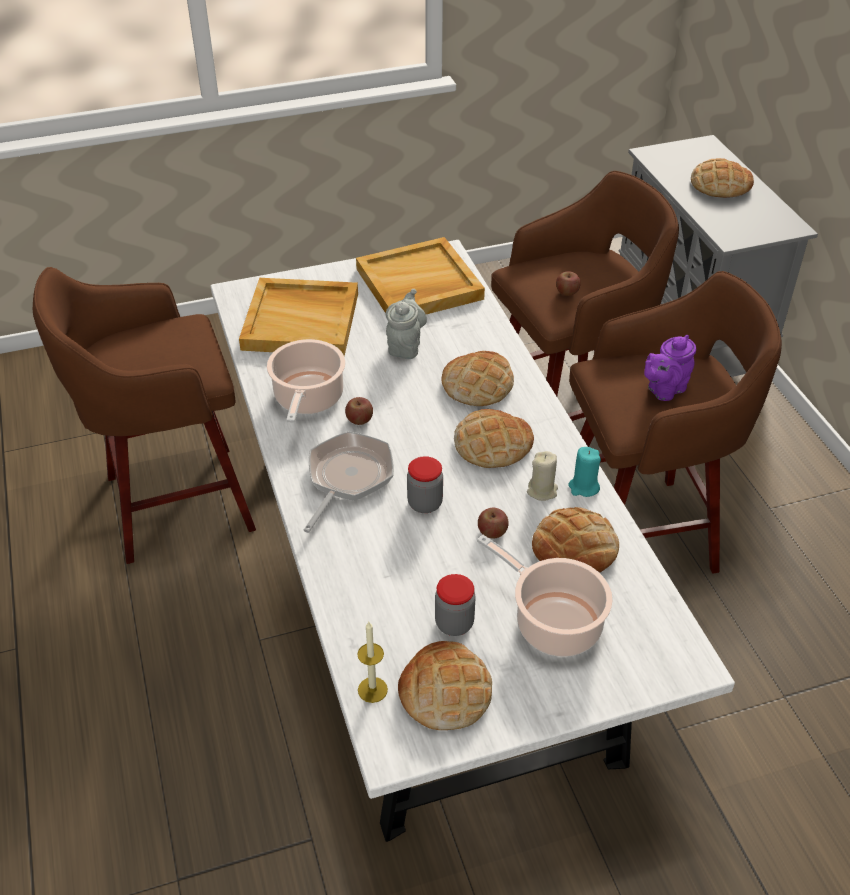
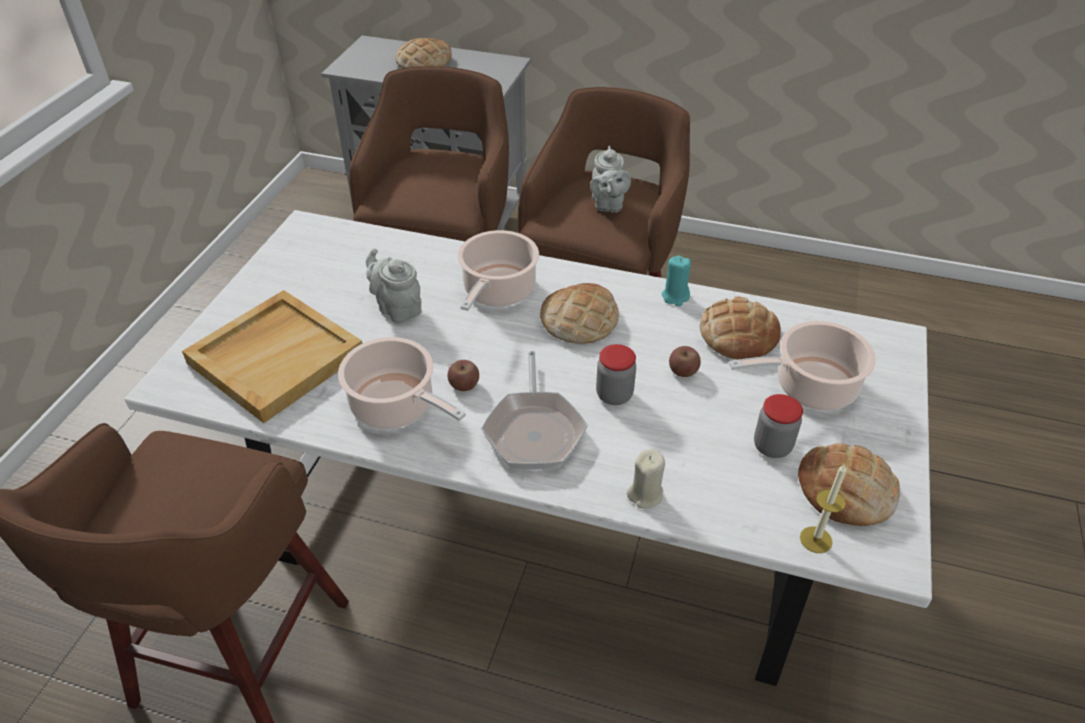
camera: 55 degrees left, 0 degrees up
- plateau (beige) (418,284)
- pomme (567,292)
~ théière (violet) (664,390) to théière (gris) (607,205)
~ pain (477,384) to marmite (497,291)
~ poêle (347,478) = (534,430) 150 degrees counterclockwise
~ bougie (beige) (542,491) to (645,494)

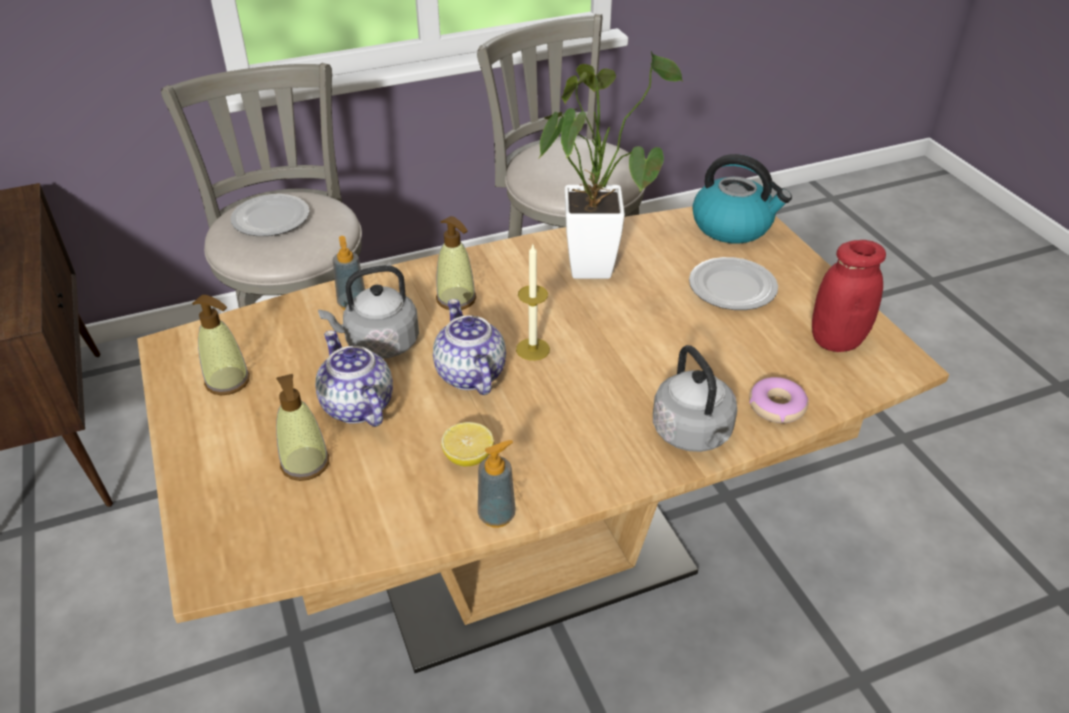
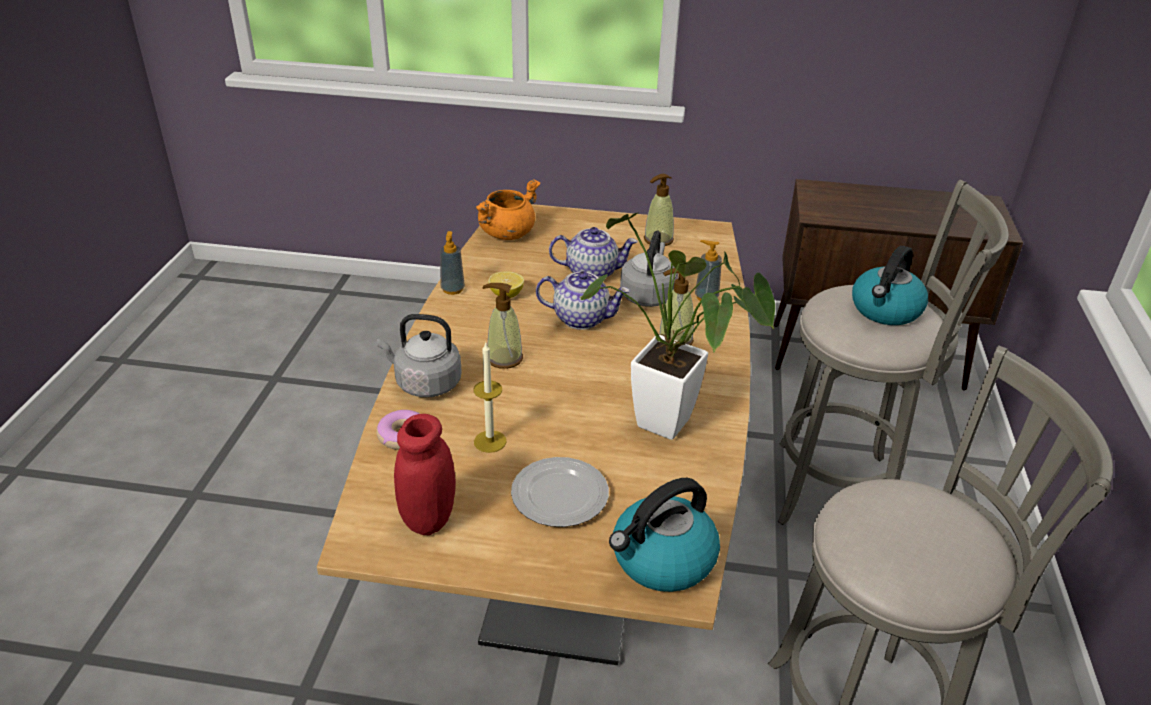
camera: 120 degrees right, 5 degrees down
~ assiette (270,219) to bouilloire (885,310)
~ bougie (533,349) to (490,441)
~ distributeur de savon (305,464) to (504,358)
+ marmite (orange) (507,233)

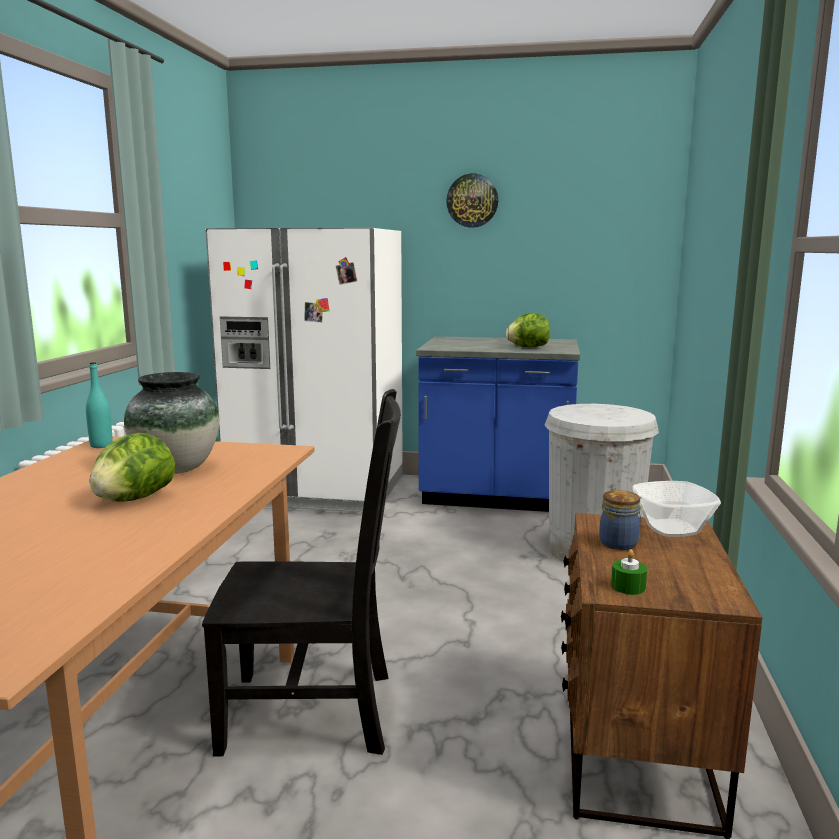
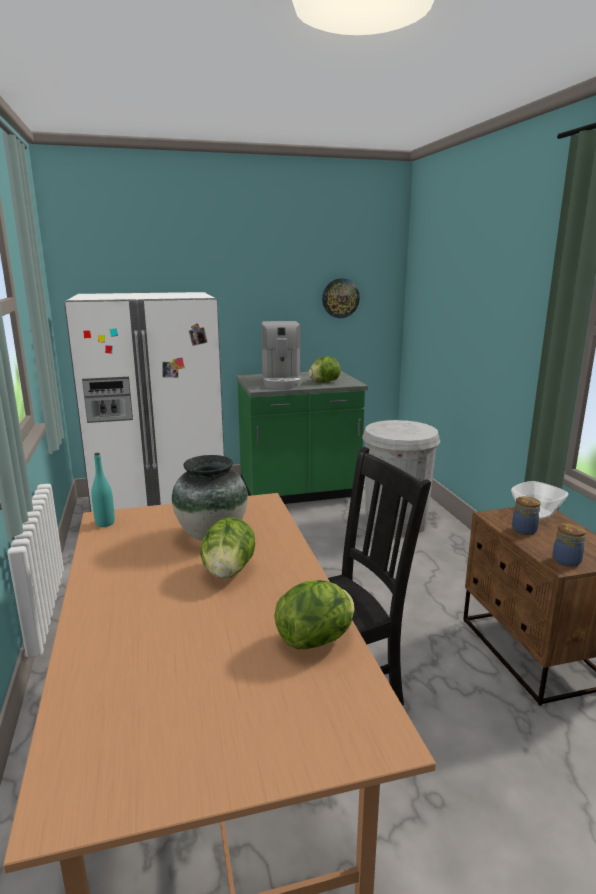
camera: 25 degrees left, 5 degrees up
~ horloge murale (472,200) to (340,298)
~ comptoir de cuisine (bleu) (496,498) to comptoir de cuisine (vert) (299,492)
~ bougie (vert) (628,587) to bocal (567,560)
+ machine à café (281,382)
+ laitue (316,639)

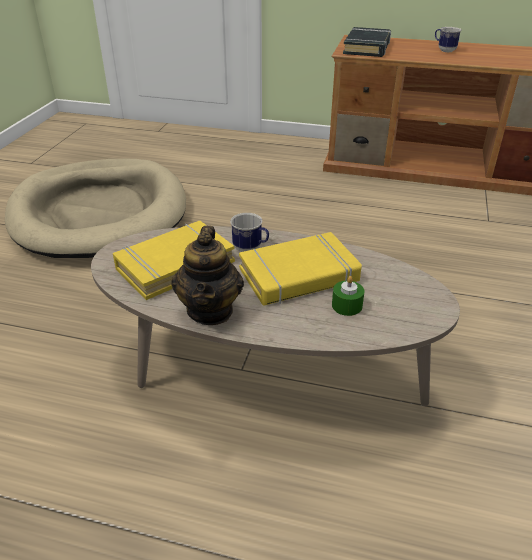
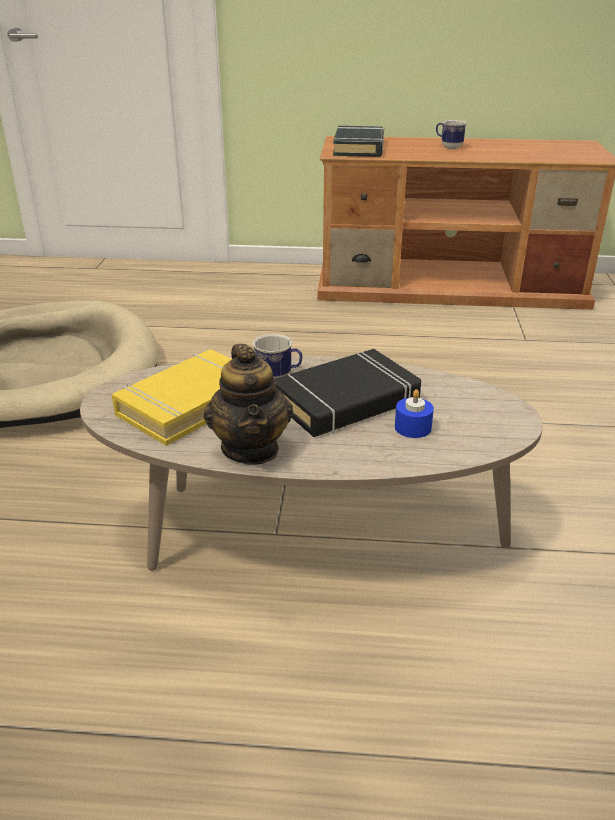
camera: 10 degrees left, 5 degrees down
~ livre (jaune) (299,275) to livre (noir) (346,401)
~ bougie (vert) (347,305) to bougie (bleu) (413,427)

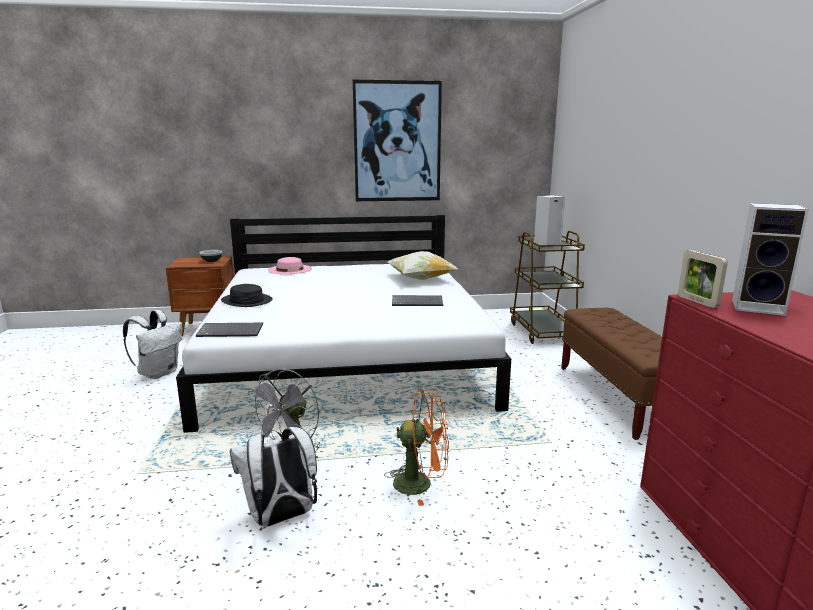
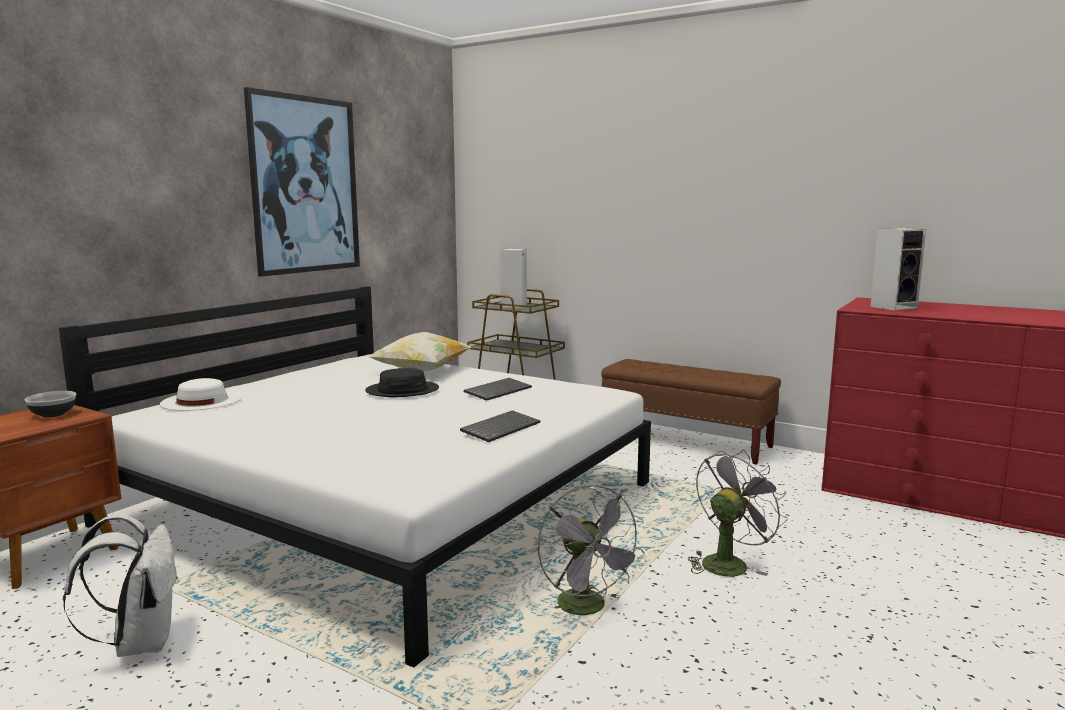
camera: 50 degrees left, 5 degrees down
- cadre photo (697,301)
~ chapeau (rose) (290,269) to chapeau (blanc) (202,400)
~ chapeau (noir) (246,301) to (402,391)
~ clavier (231,331) to (500,428)
~ ventilateur (orange) (421,484) to ventilateur (gris) (729,562)
- sac à dos (blanc) (281,518)

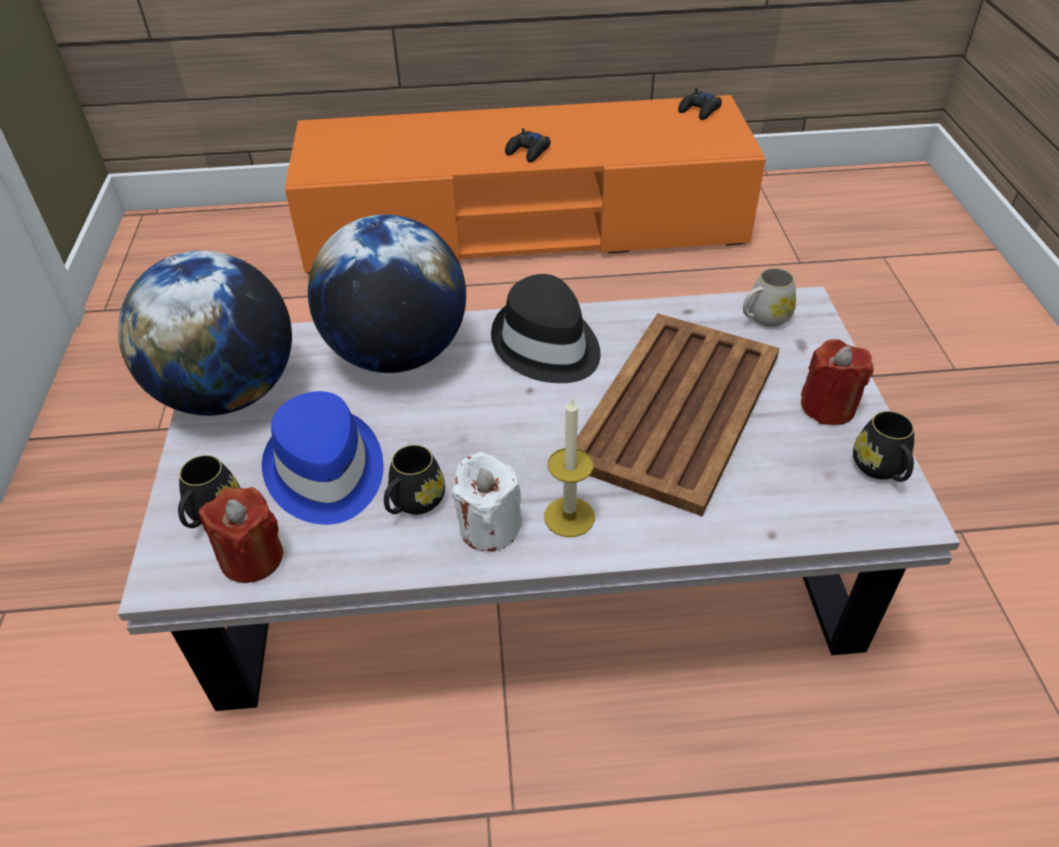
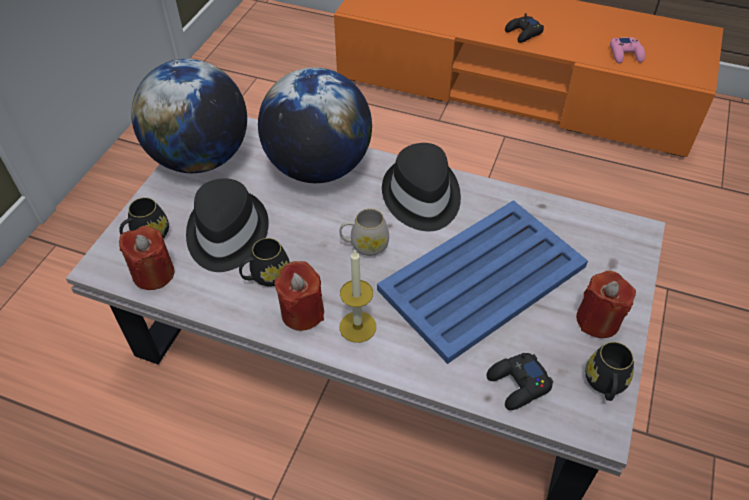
camera: 25 degrees right, 5 degrees up
~ manette (noir) (700,110) to (518,385)
~ mug (blanc) (763,318) to (364,245)
~ plateau (marron) (675,410) to plateau (bleu) (480,279)
~ chapeau (bleu) (324,472) to chapeau (noir) (226,234)
~ bougie (blanc) (489,527) to bougie (rouge) (302,312)
+ manette (rose) (625,54)

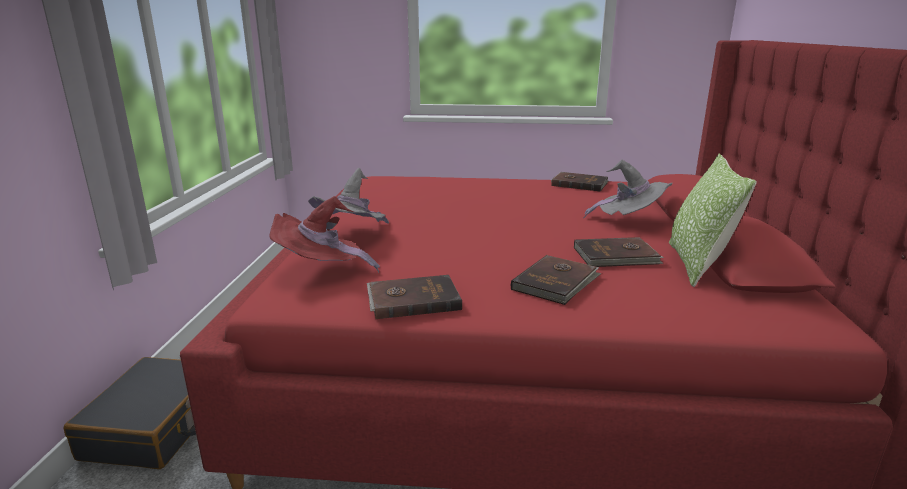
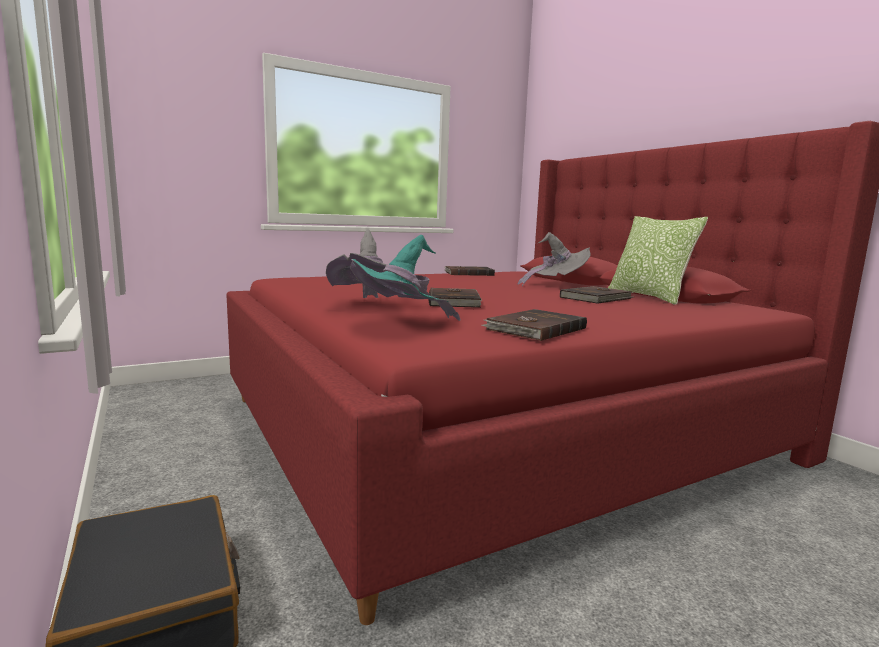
camera: 35 degrees left, 10 degrees down
~ chapeau (rouge) (322,271) to chapeau (turquoise) (403,325)
~ livre (marron) (556,282) to (455,301)

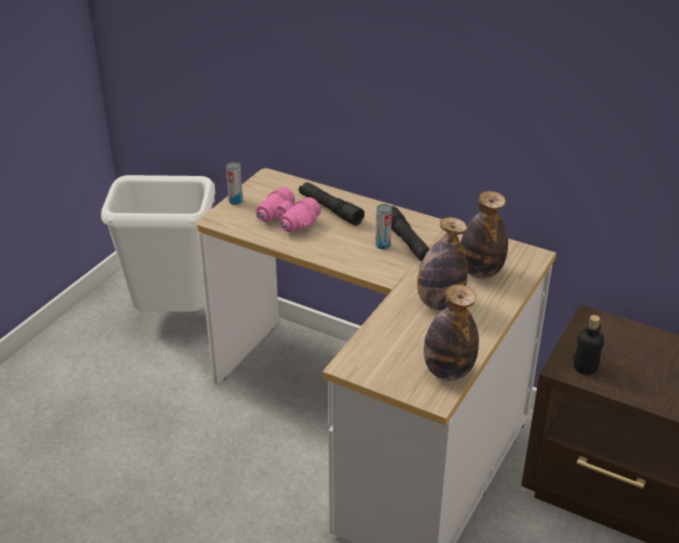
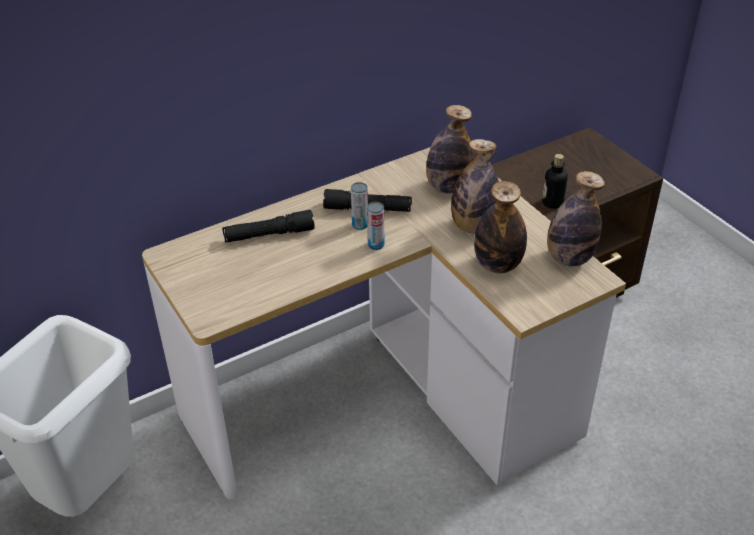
camera: 60 degrees left, 5 degrees up
~ boîte métallique (235,201) to (376,245)
- jumelles (rose) (286,221)
+ bouteille (498,265)

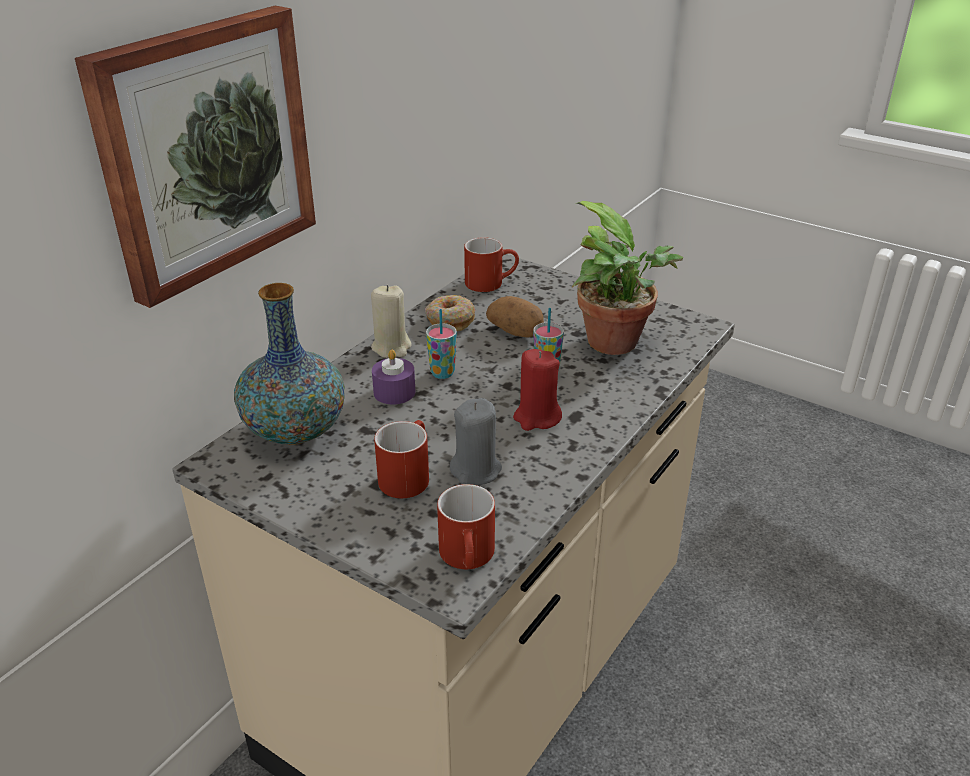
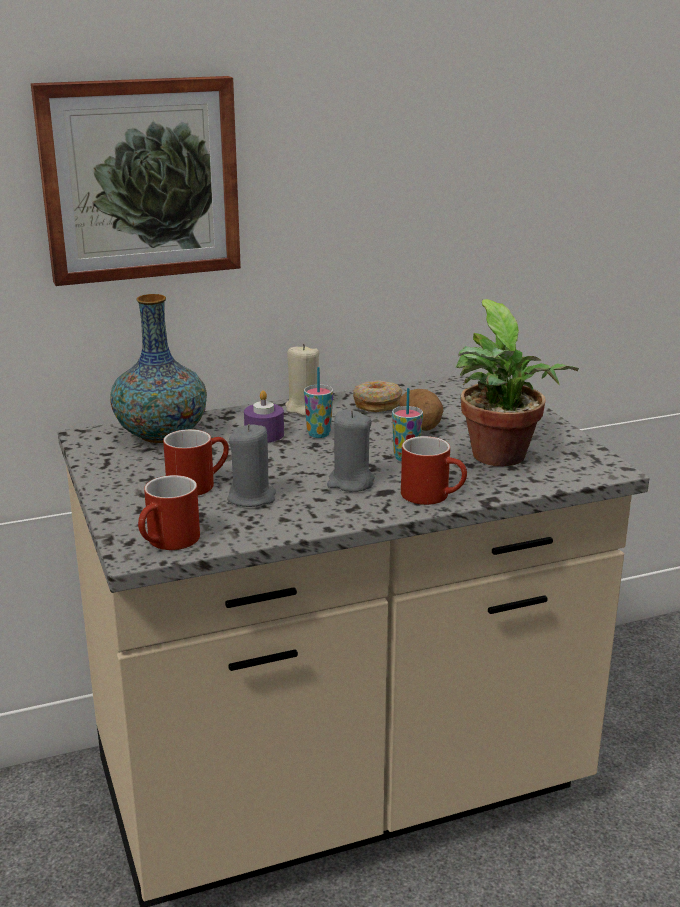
camera: 35 degrees right, 10 degrees down
~ mug (rouge) (491,282) to (434,496)
~ bougie (rouge) (537,417) to bougie (gris) (350,482)

